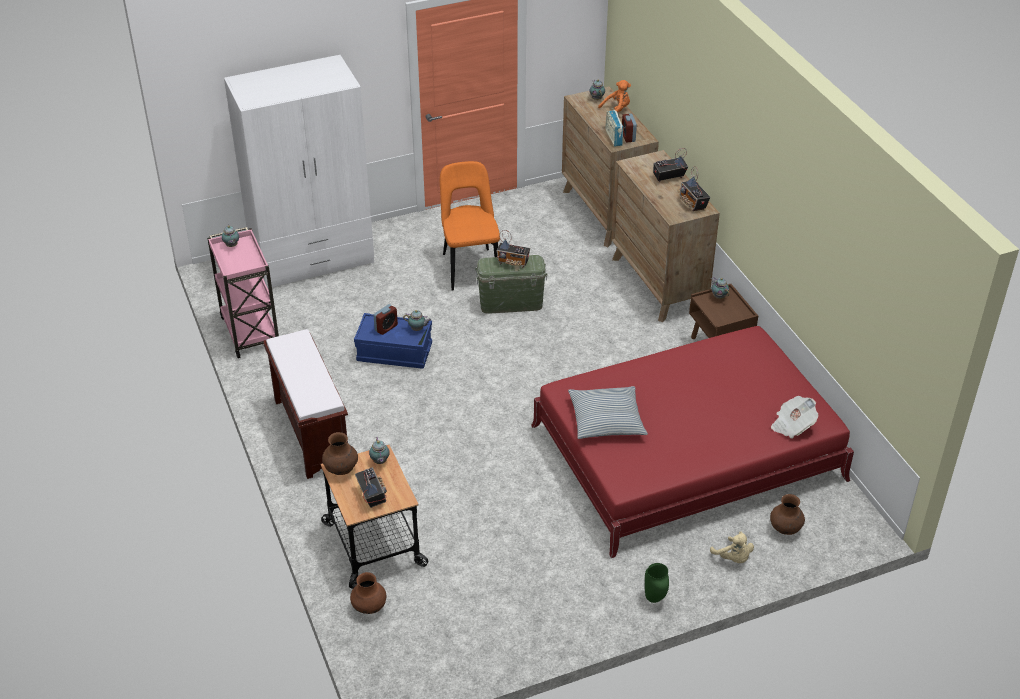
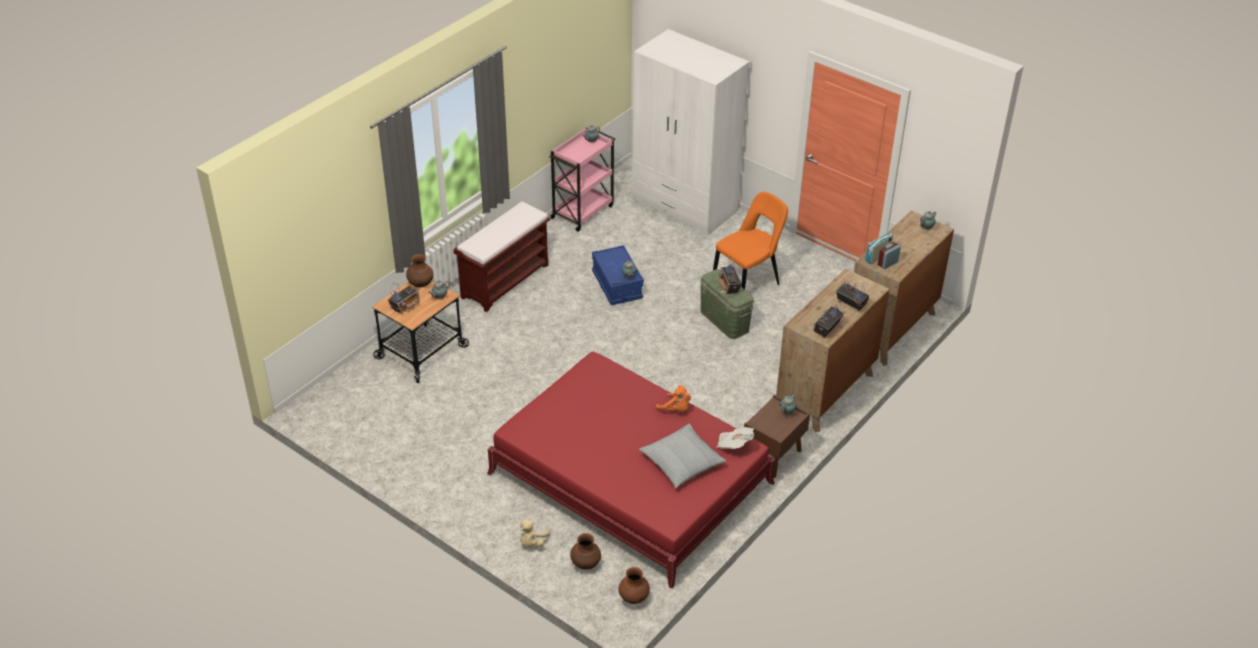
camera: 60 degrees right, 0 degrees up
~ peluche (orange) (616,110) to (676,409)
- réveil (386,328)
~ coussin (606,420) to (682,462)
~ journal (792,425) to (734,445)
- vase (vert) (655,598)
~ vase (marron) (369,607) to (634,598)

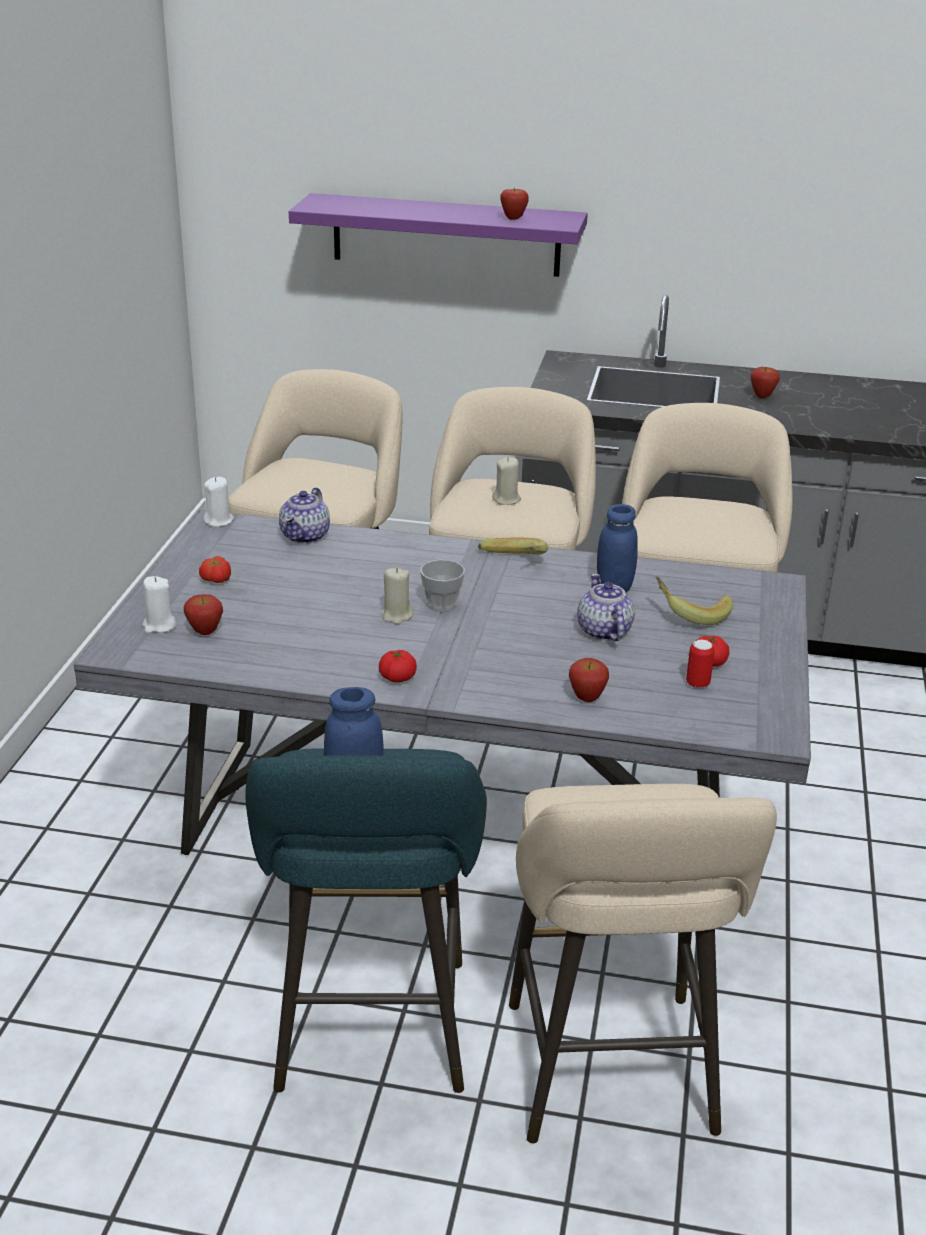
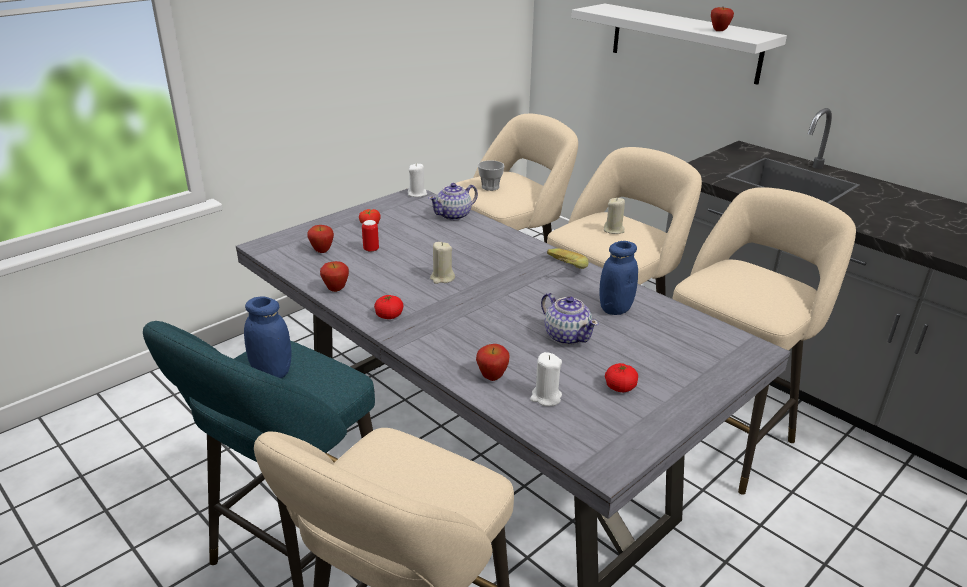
camera: 35 degrees right, 0 degrees up
~ étagère (violet) (446,235) to étagère (blanc) (684,42)
~ pomme (762,396) to (336,290)
~ tasse (442,604) to (490,187)
~ théière (603,631) = (567,336) 120 degrees clockwise
~ bougie (blanc) (159,626) to (546,397)
- banane (691,614)
~ boîte métallique (697,683) to (371,249)

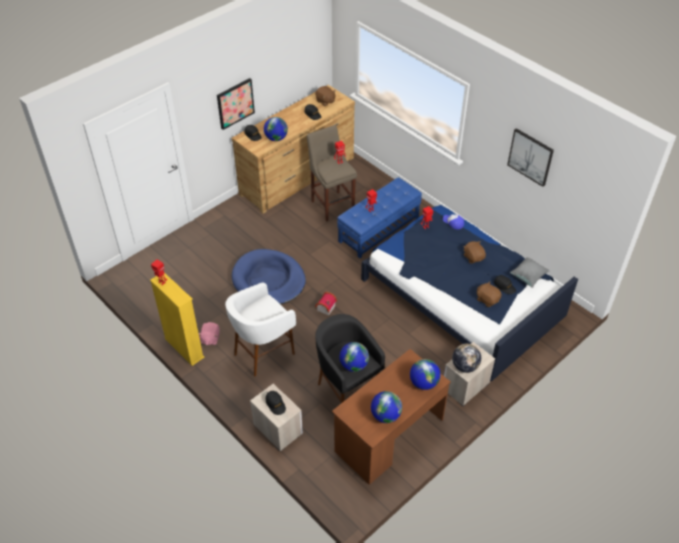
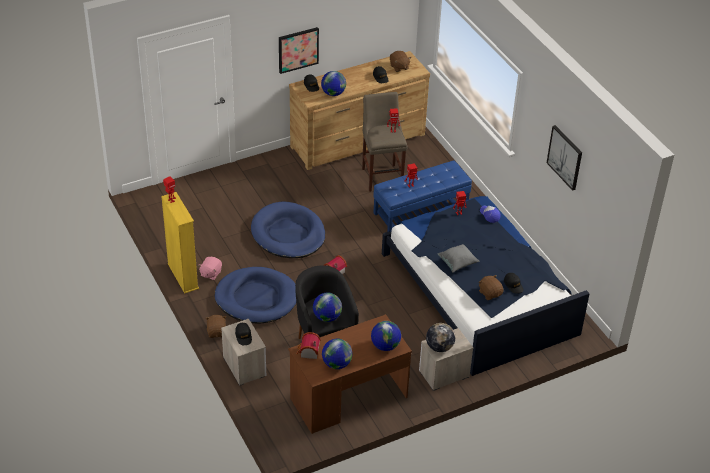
camera: 15 degrees right, 5 degrees down
~ peluche (marron) (473,257) to (217,332)
~ coussin (gris) (528,277) to (457,264)
~ tabouret (blanc) (263,353) to panier pour chien (bleu) (256,298)
+ maison miniature (308,352)

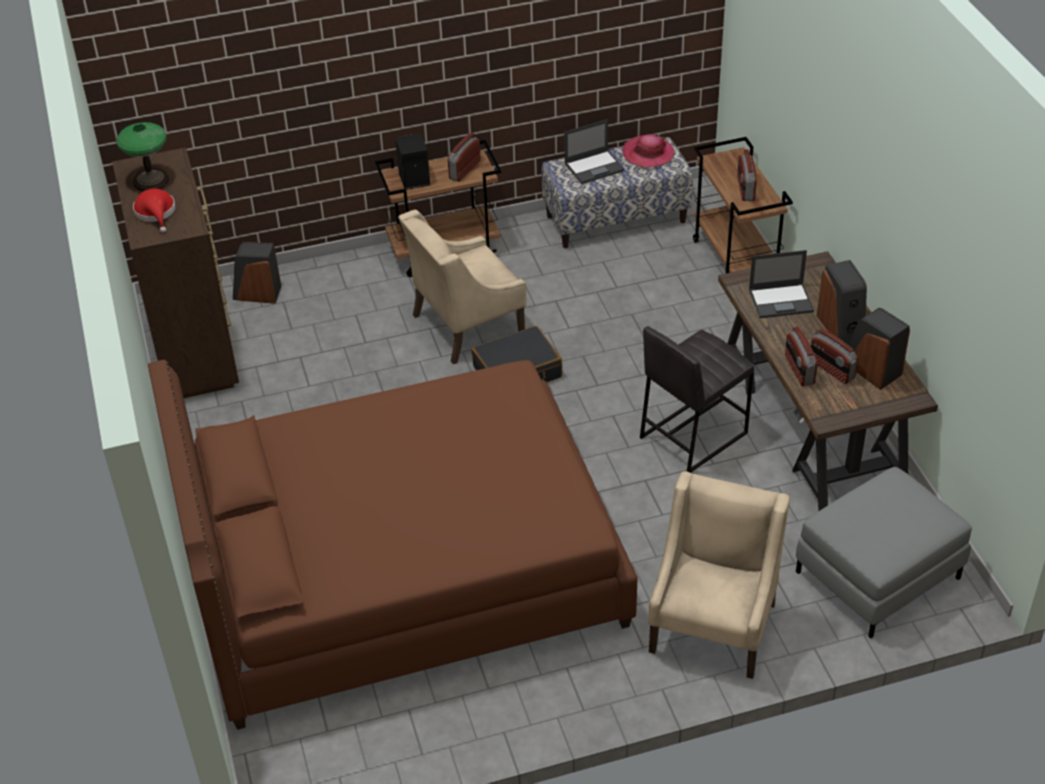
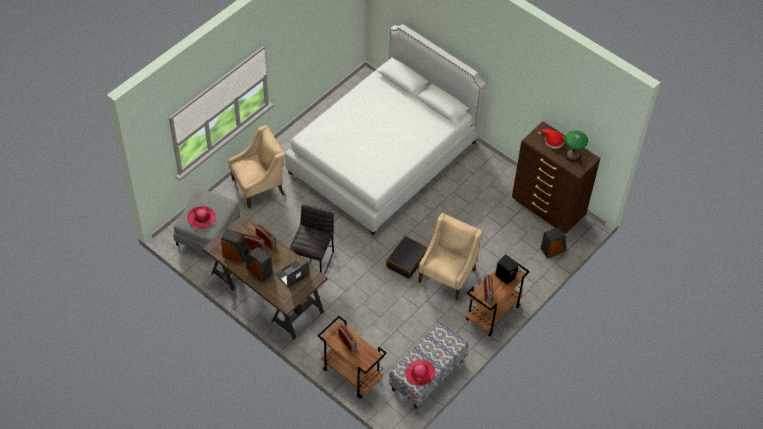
camera: 145 degrees right, 10 degrees up
- ordinateur portable (595,167)
~ lit (marron) (402,571) to lit (blanc) (383,157)
~ fauteuil (beige) (713,626) = (259,186) 105 degrees counterclockwise
+ chapeau (201,218)

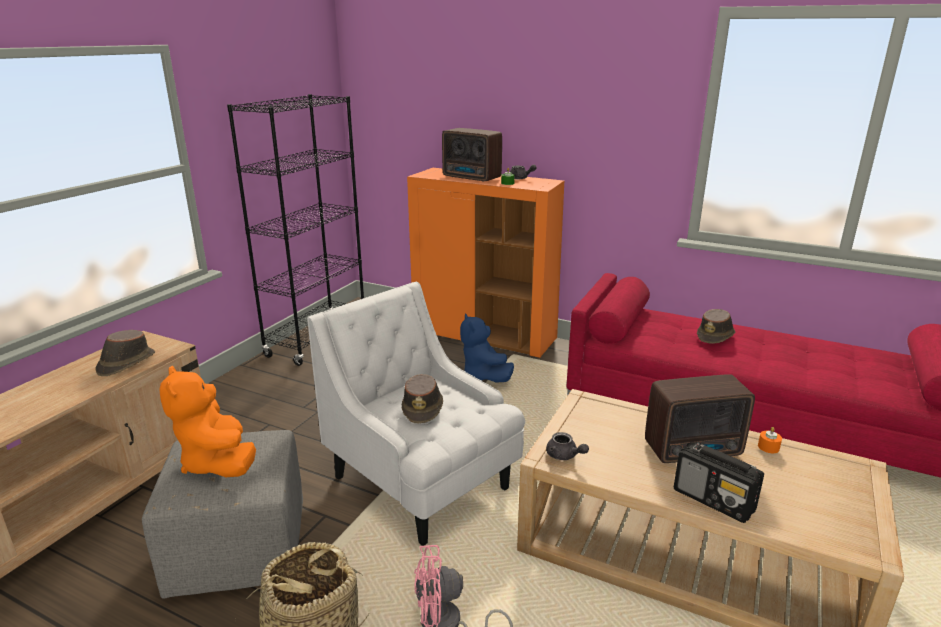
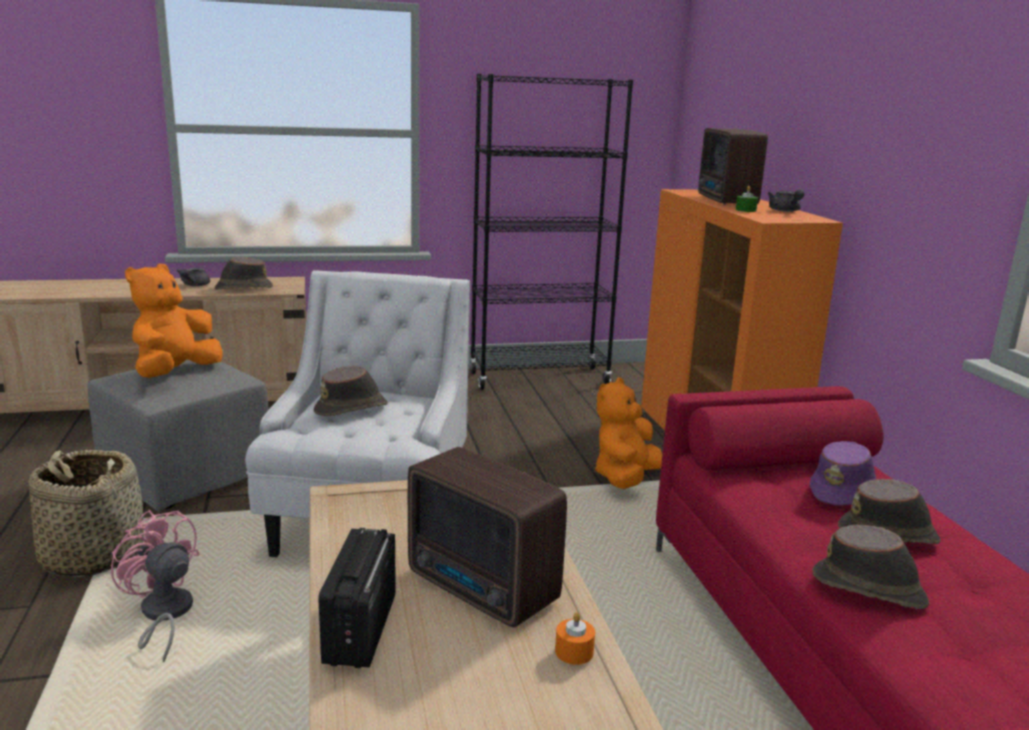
camera: 50 degrees right, 5 degrees down
~ peluche (bleu) (483,376) to peluche (orange) (625,478)
~ théière (gris) (564,456) to (193,285)
+ chapeau (violet) (843,491)
+ chapeau (marron) (869,589)

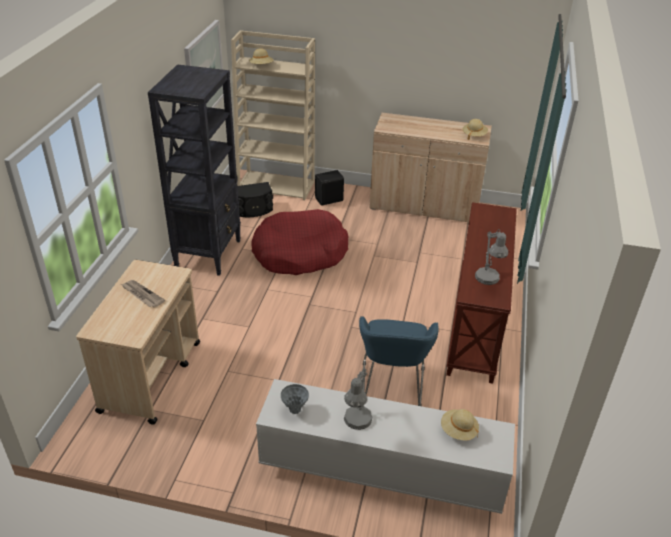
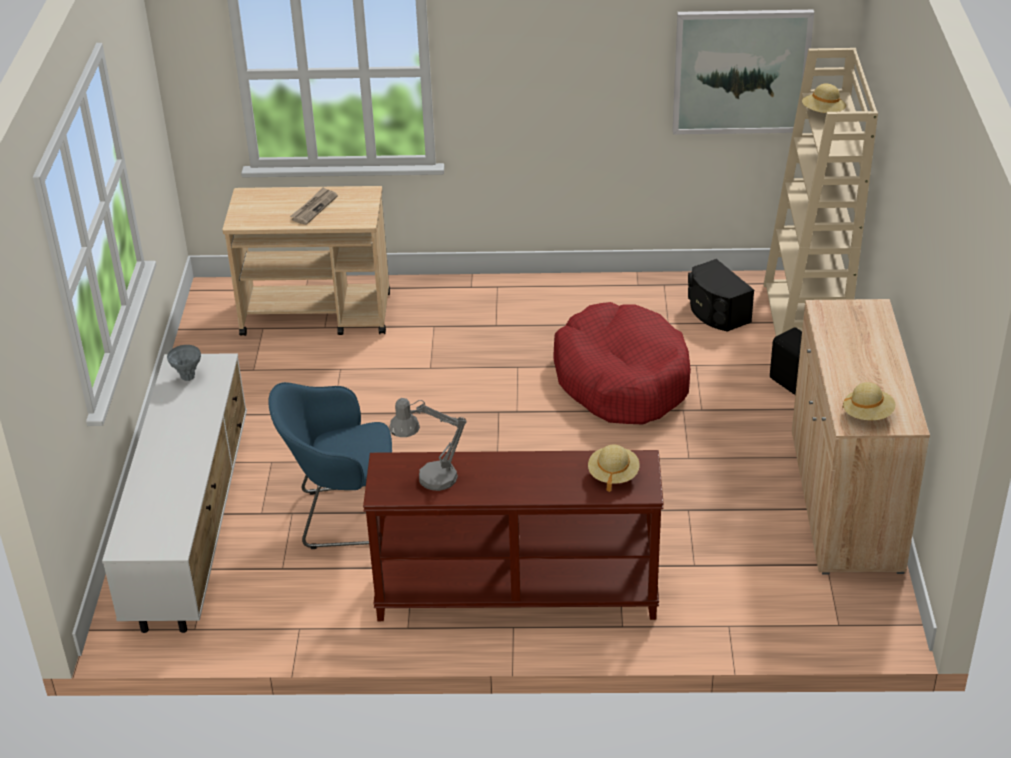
camera: 80 degrees right, 0 degrees up
- bibliothèque (noir) (209,253)
- lampe de table (gris) (356,423)
~ chapeau (beige) (458,431) to (613,475)

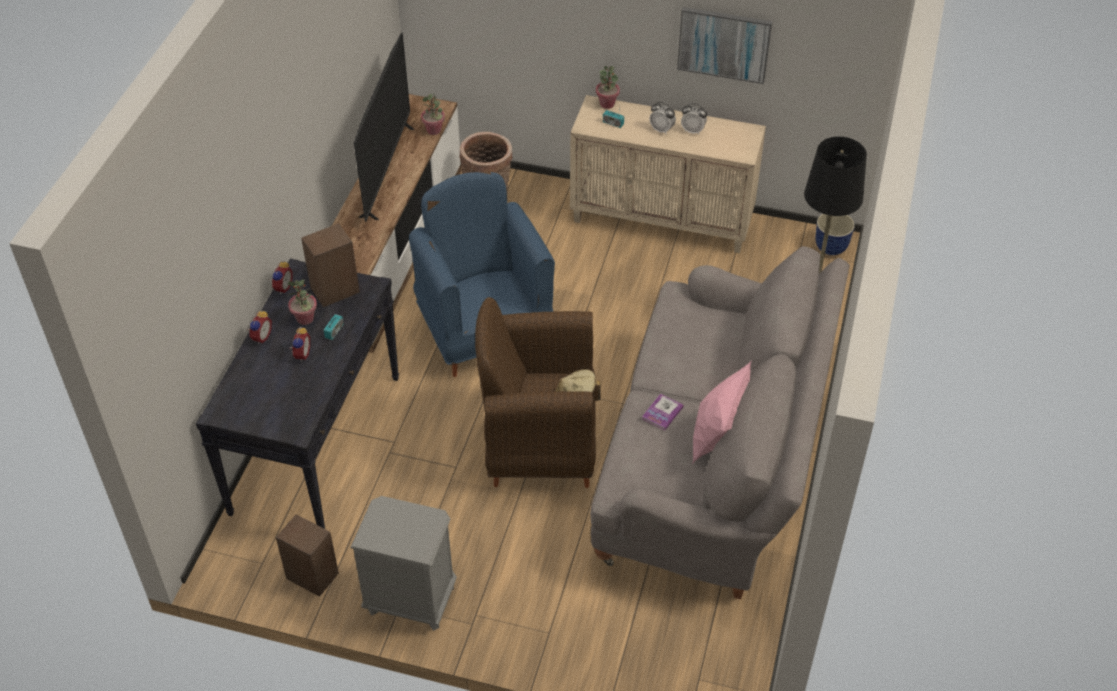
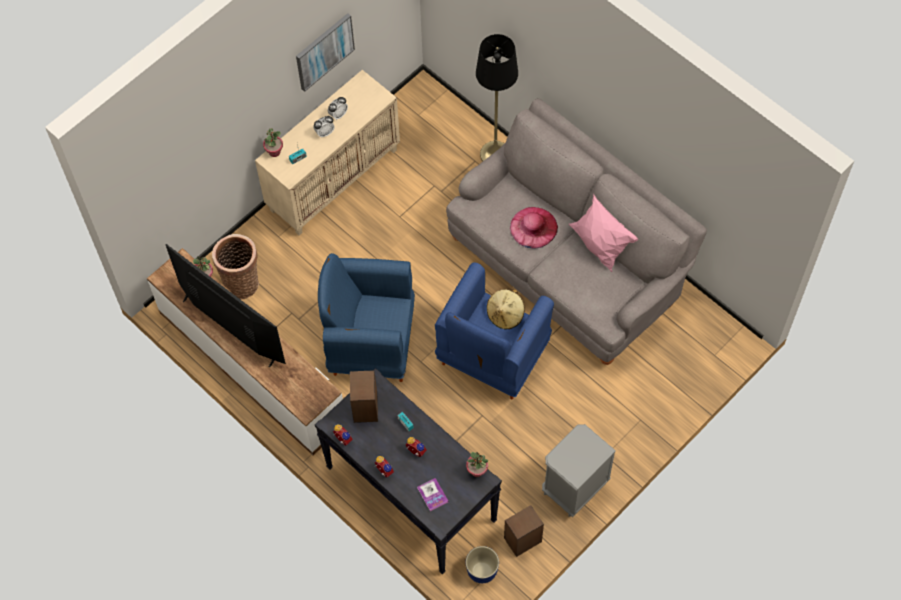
camera: 60 degrees left, 15 degrees up
~ cache-pot (831,248) to (482,571)
~ plante en pot (305,319) to (477,471)
~ fauteuil (marron) (539,444) to fauteuil (bleu) (492,356)
~ livre (662,413) to (432,495)
+ chapeau (rose) (533,227)

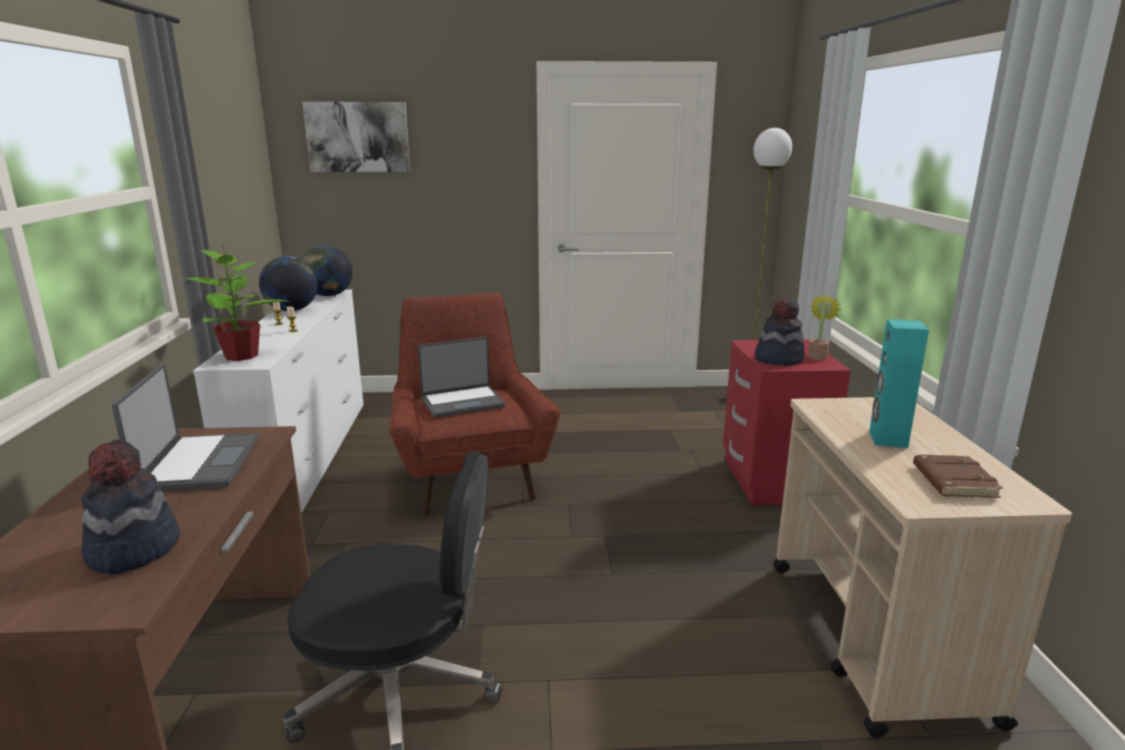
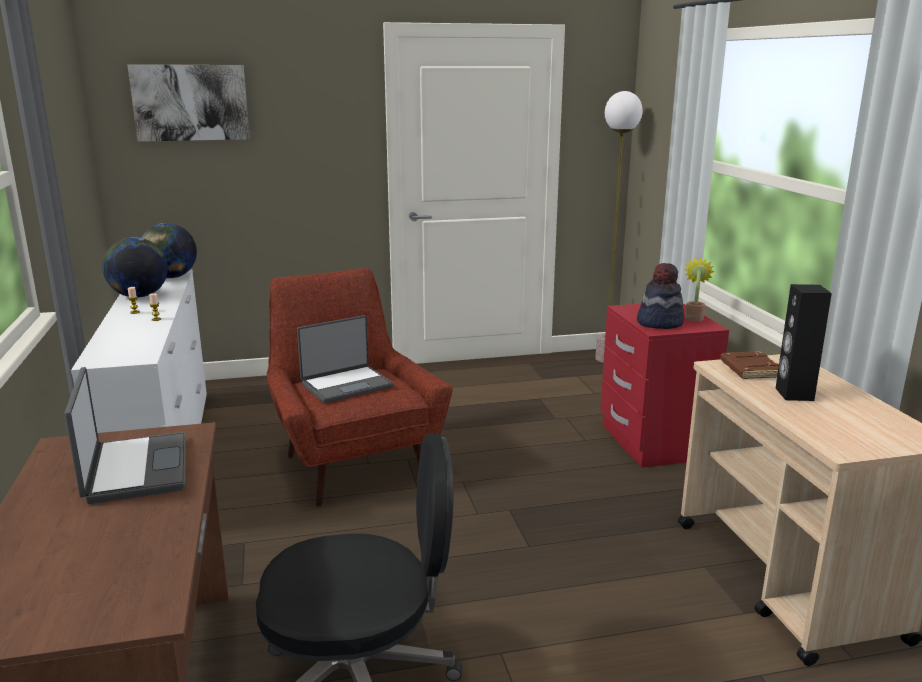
camera: 10 degrees left, 0 degrees up
- plante en pot (242,356)
~ enceinte (turquoise) (887,439) to enceinte (noir) (793,394)
- chapeau (132,549)
~ livre (marron) (952,481) to (749,370)

